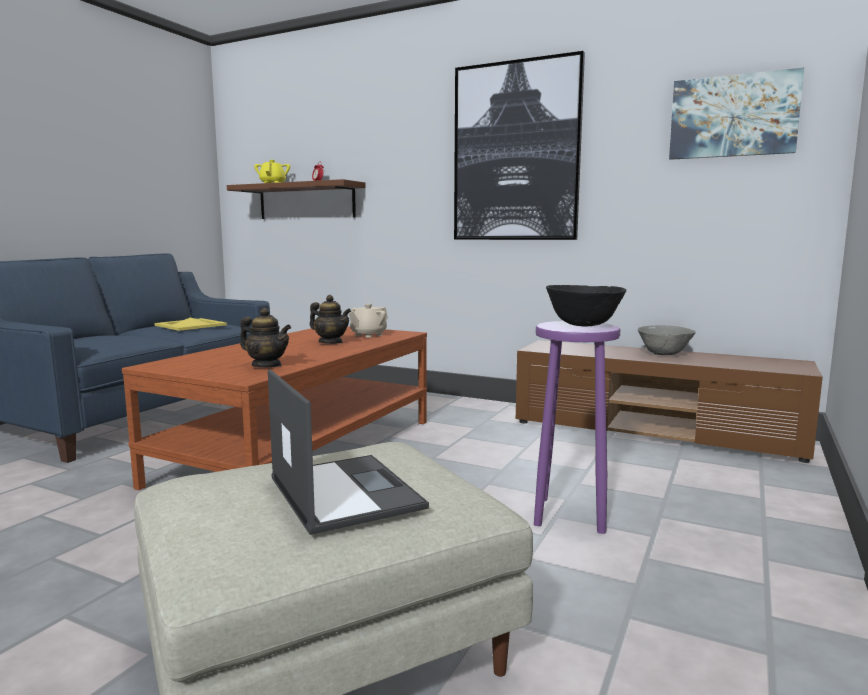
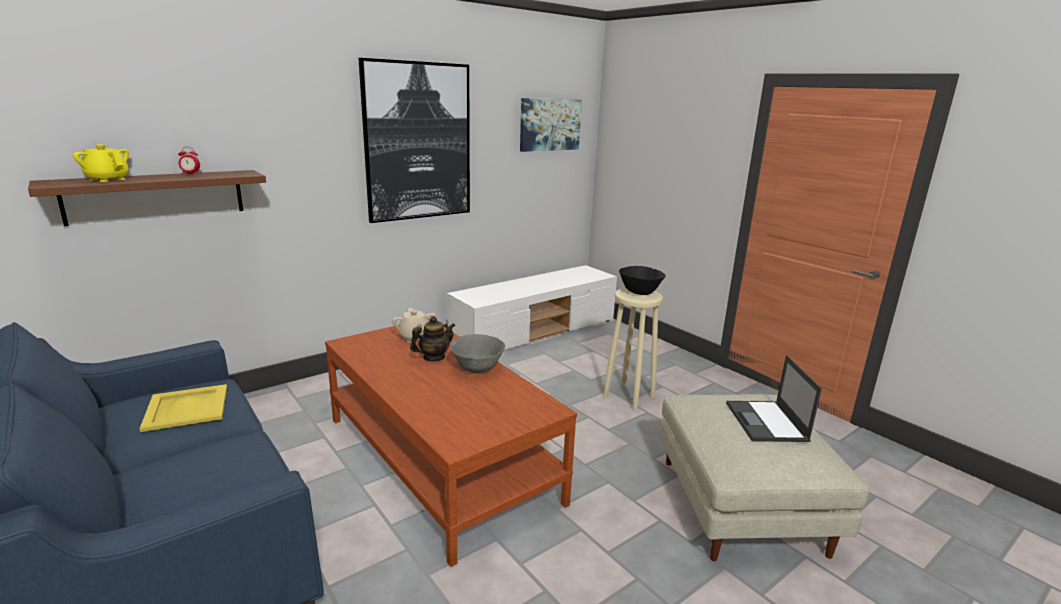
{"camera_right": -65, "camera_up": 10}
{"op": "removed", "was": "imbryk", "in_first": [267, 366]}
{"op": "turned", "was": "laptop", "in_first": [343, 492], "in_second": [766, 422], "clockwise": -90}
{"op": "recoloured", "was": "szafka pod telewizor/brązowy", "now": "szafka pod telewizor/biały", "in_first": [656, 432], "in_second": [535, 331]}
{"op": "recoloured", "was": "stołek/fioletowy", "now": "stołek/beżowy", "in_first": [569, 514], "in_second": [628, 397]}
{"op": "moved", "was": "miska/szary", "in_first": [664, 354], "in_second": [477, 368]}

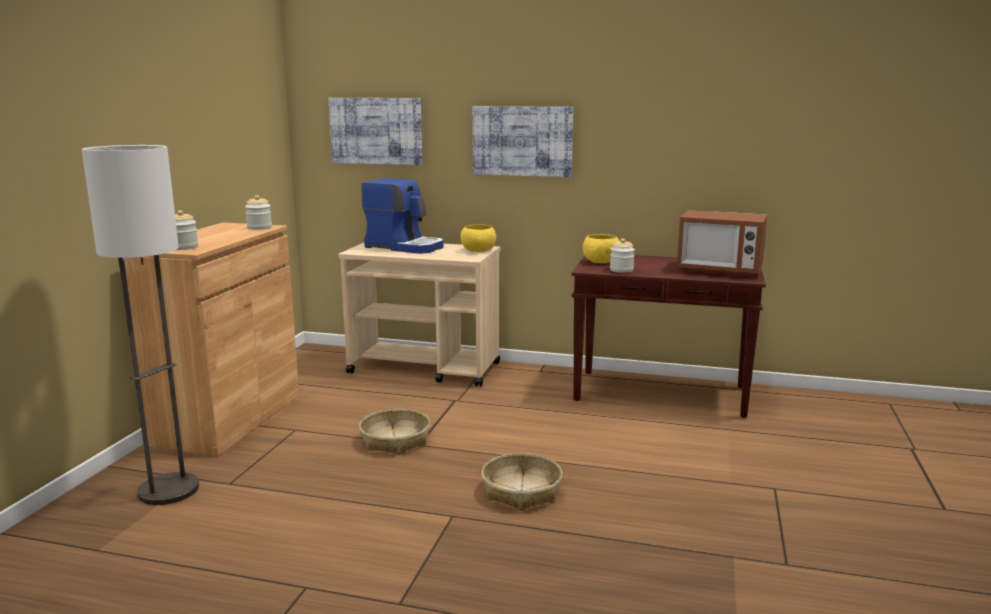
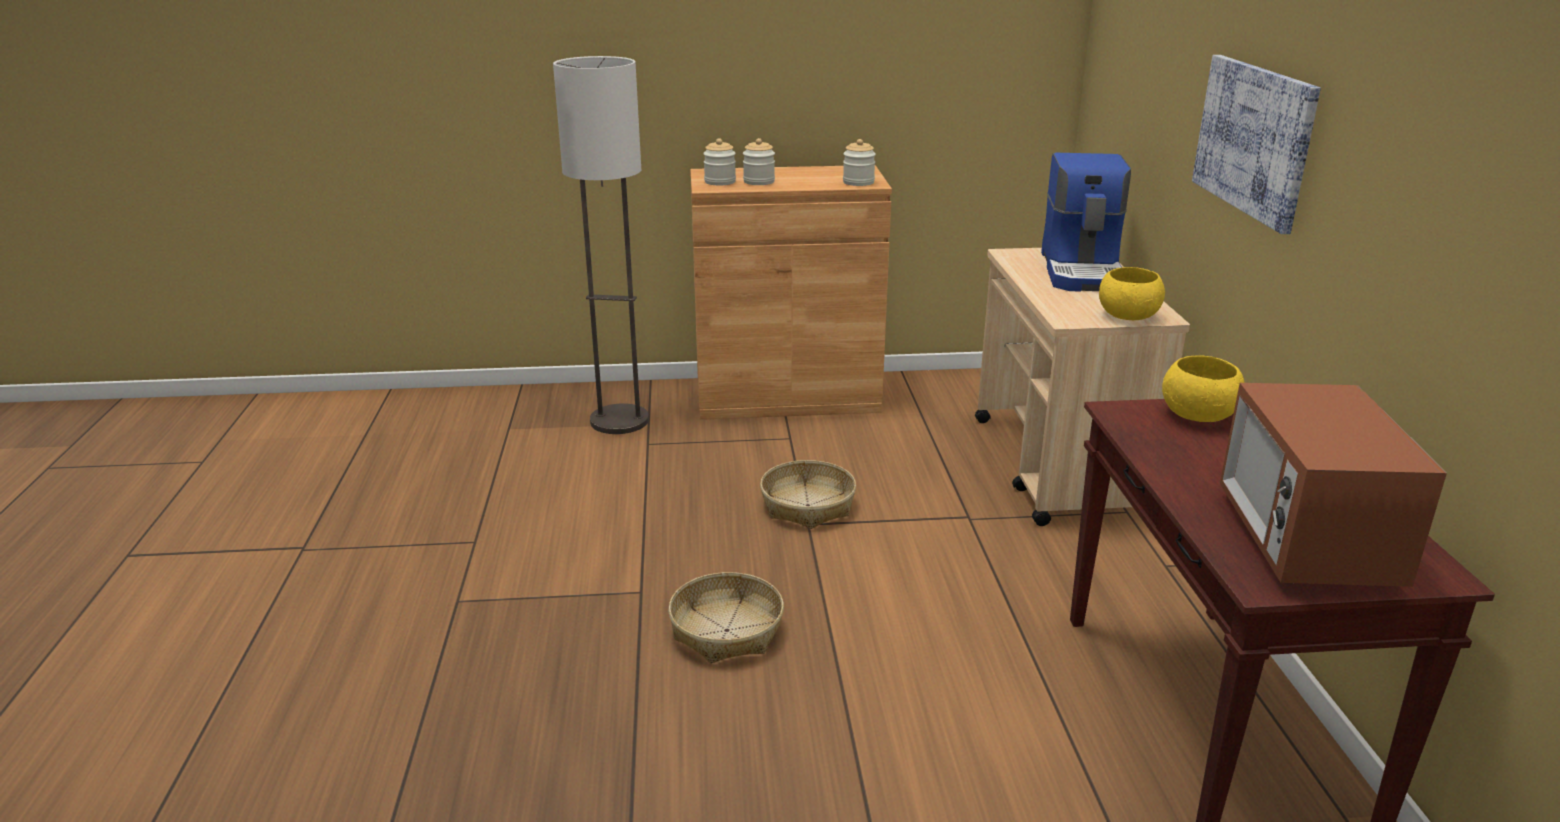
{"camera_right": 70, "camera_up": 10}
{"op": "removed", "was": "obraz", "in_first": [376, 131]}
{"op": "moved", "was": "słoik", "in_first": [621, 270], "in_second": [759, 181]}

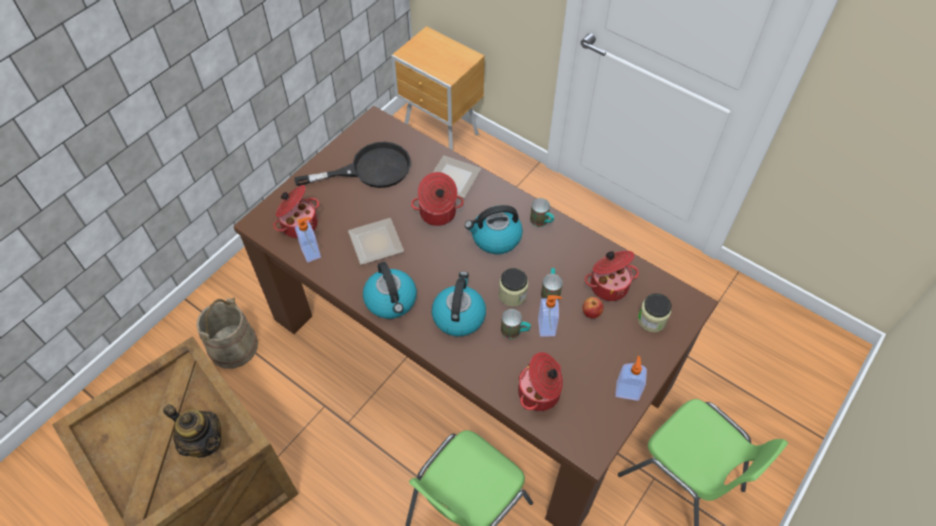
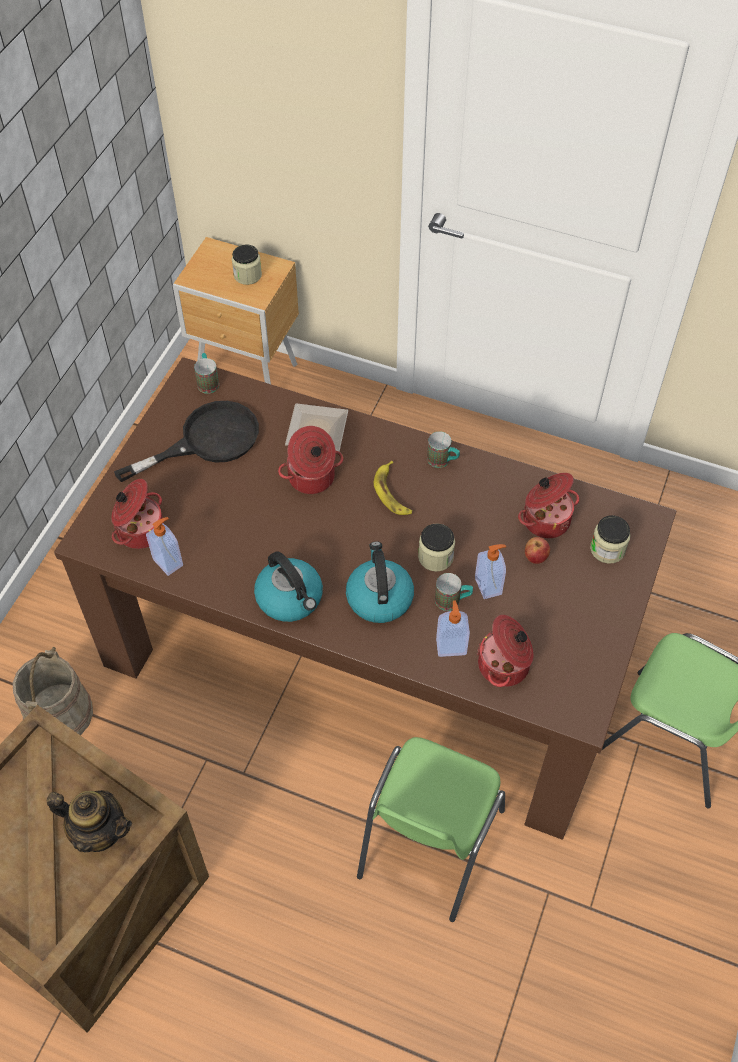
{"camera_right": -15, "camera_up": 0}
{"op": "removed", "was": "talerz", "in_first": [378, 244]}
{"op": "replaced", "was": "czajnik", "now": "banan", "in_first": [495, 238], "in_second": [392, 493]}
{"op": "moved", "was": "kubek", "in_first": [550, 291], "in_second": [208, 381]}
{"op": "moved", "was": "dozownik mydła", "in_first": [627, 390], "in_second": [451, 646]}
{"op": "added", "now": "słoik", "in_second": [247, 275]}

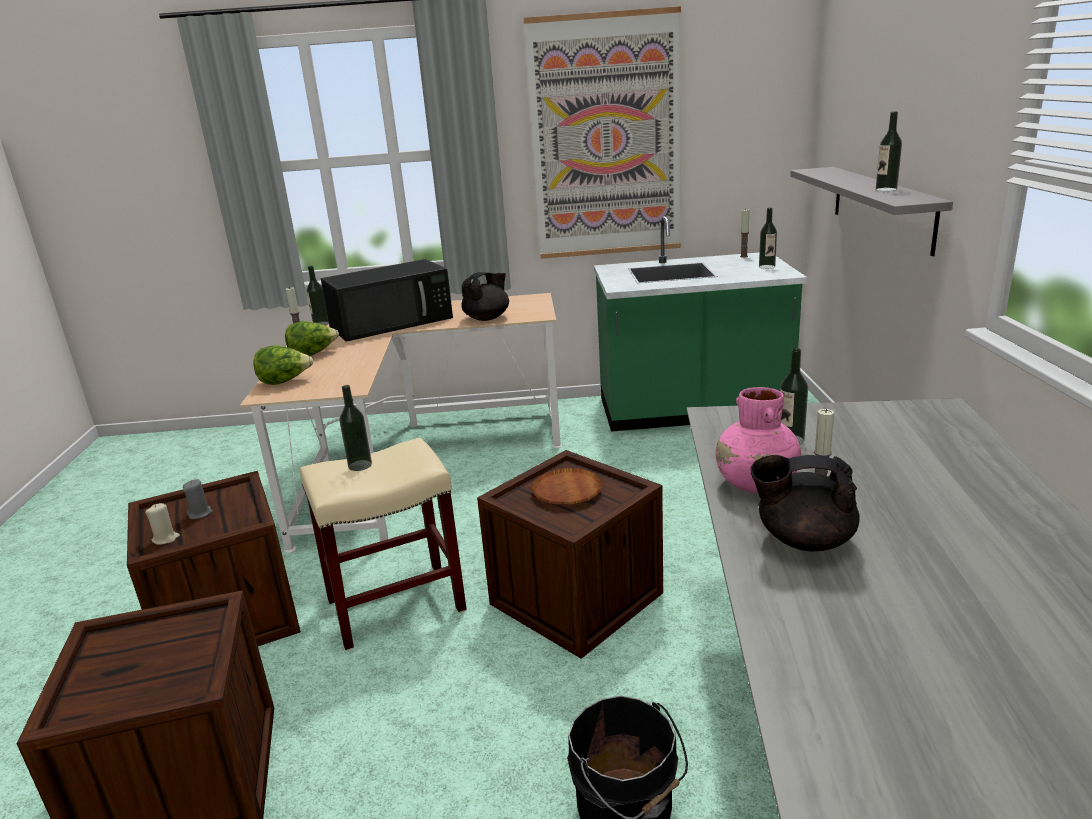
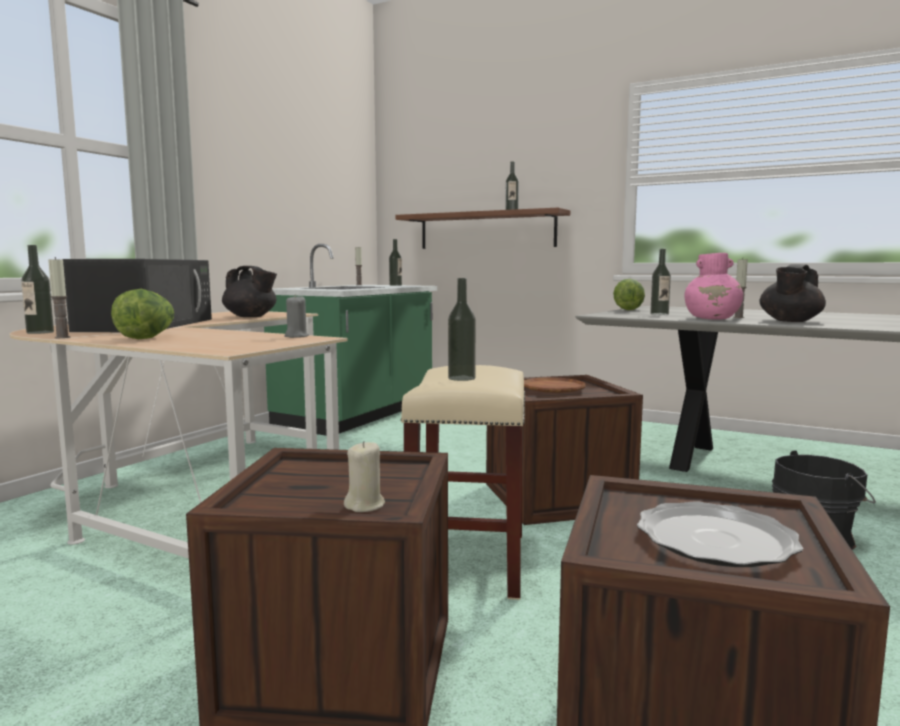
{"camera_right": -60, "camera_up": -15}
{"op": "moved", "was": "świeca/szary", "in_first": [200, 513], "in_second": [296, 336]}
{"op": "moved", "was": "sałata", "in_first": [285, 382], "in_second": [628, 310]}
{"op": "turned", "was": "imbryk/czarny", "in_first": [487, 318], "in_second": [251, 317], "clockwise": 135}
{"op": "removed", "was": "obraz", "in_first": [606, 139]}
{"op": "recoloured", "was": "półka/szary", "now": "półka/brązowy", "in_first": [881, 207], "in_second": [486, 230]}
{"op": "added", "now": "talerz", "in_second": [716, 540]}

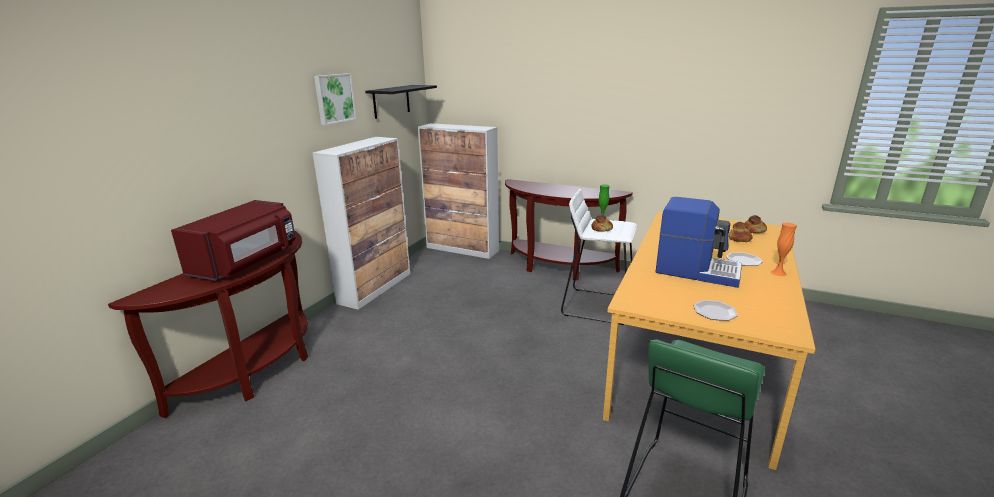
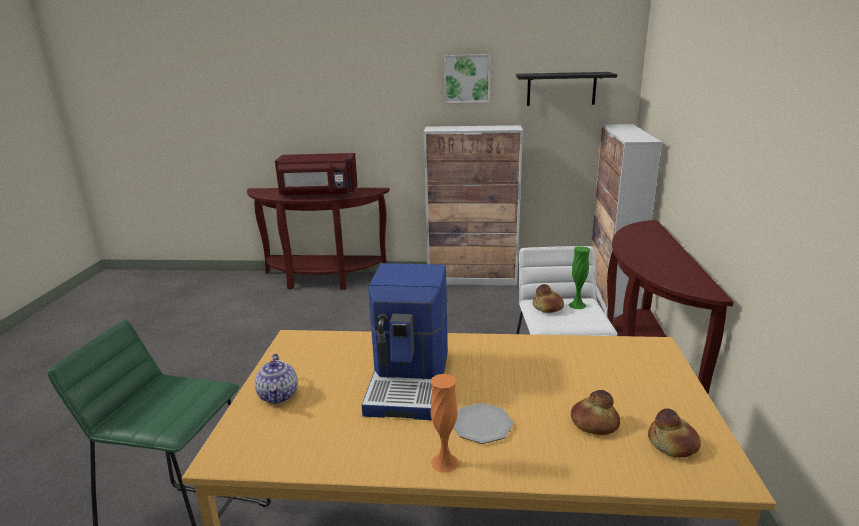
{"camera_right": 70, "camera_up": 0}
{"op": "replaced", "was": "talerz", "now": "imbryk", "in_first": [714, 312], "in_second": [279, 395]}

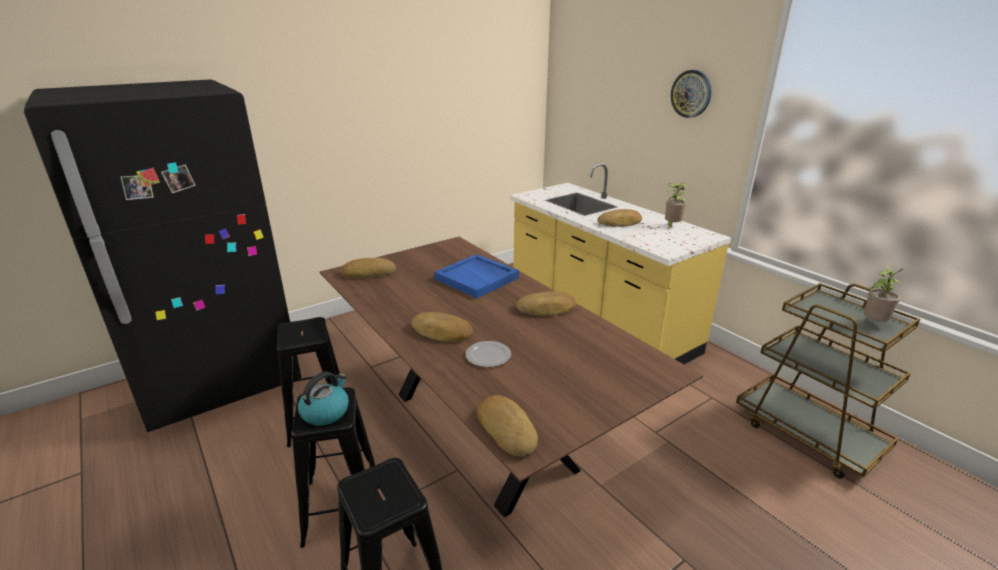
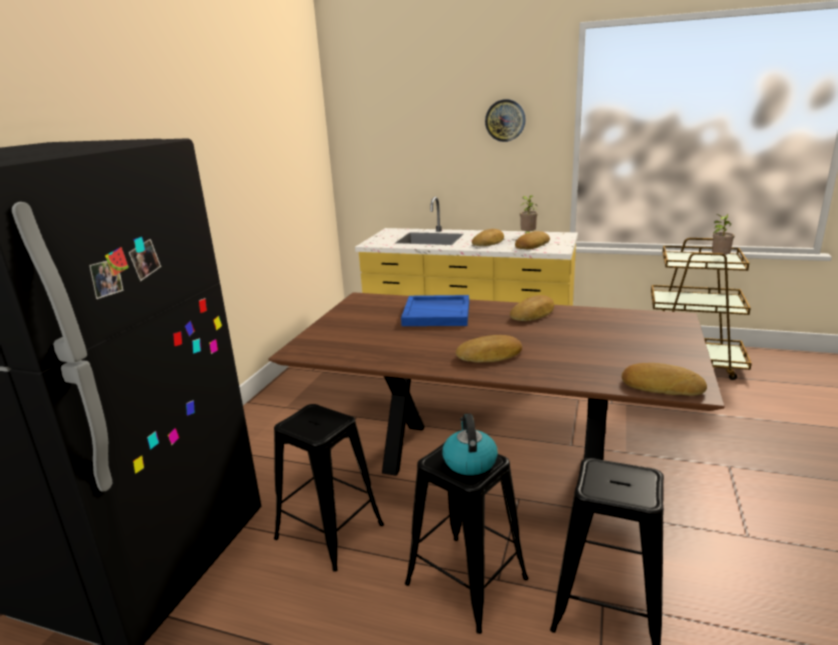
{"camera_right": -35, "camera_up": -5}
{"op": "moved", "was": "chleb", "in_first": [368, 272], "in_second": [531, 245]}
{"op": "removed", "was": "talerz", "in_first": [487, 356]}

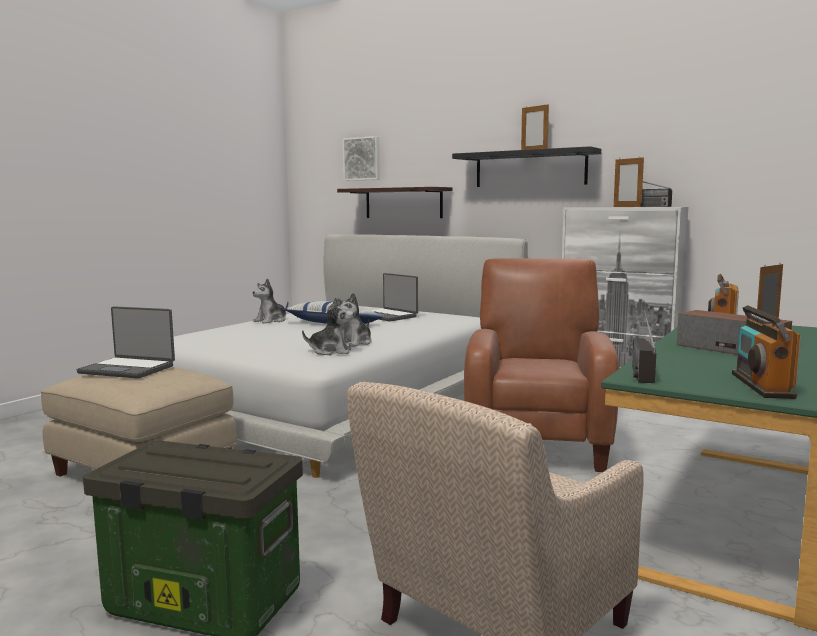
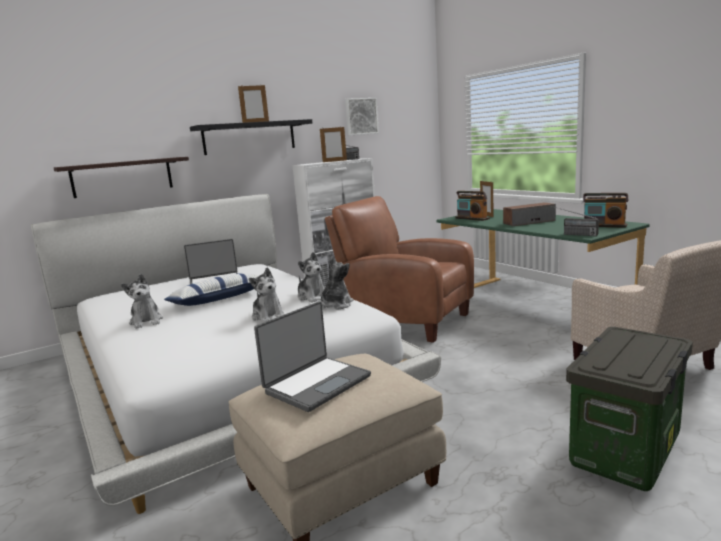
{"camera_right": -65, "camera_up": 5}
{"op": "moved", "was": "obraz", "in_first": [362, 159], "in_second": [361, 116]}
{"op": "added", "now": "pluszak", "in_second": [268, 316]}

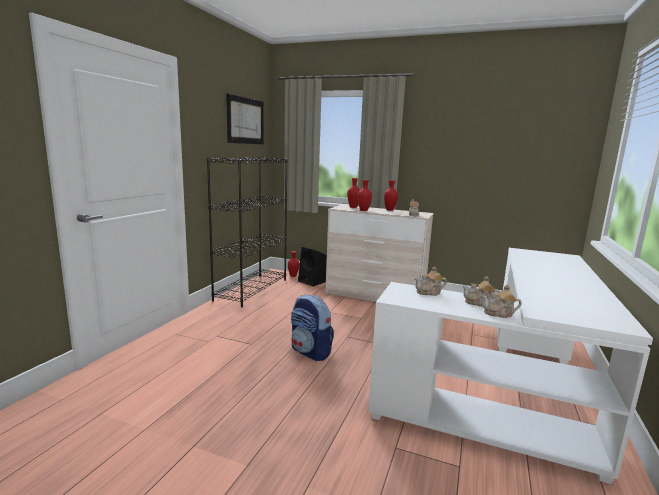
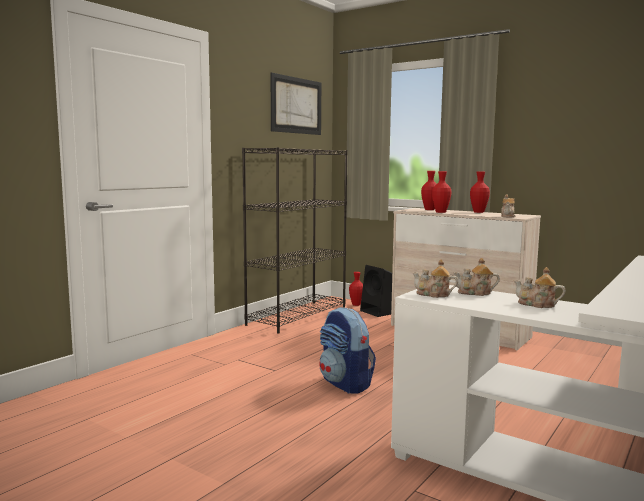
{"camera_right": 15, "camera_up": -5}
{"op": "moved", "was": "imbryk", "in_first": [499, 314], "in_second": [433, 294]}

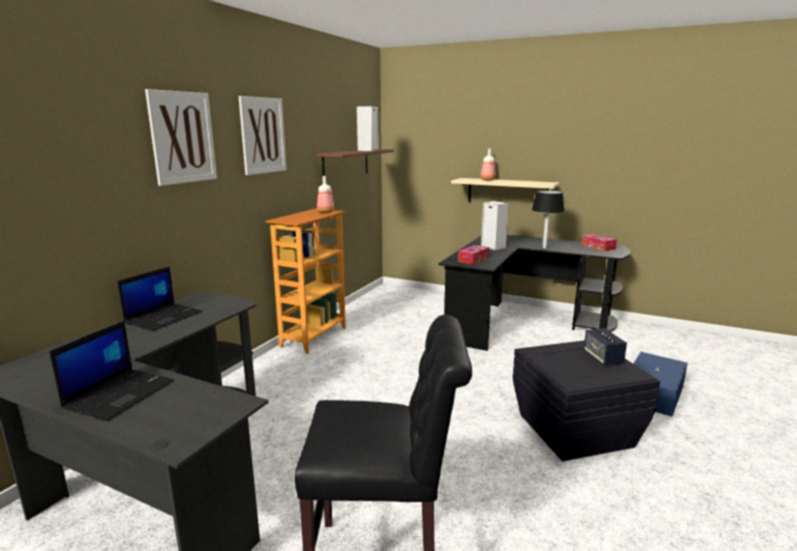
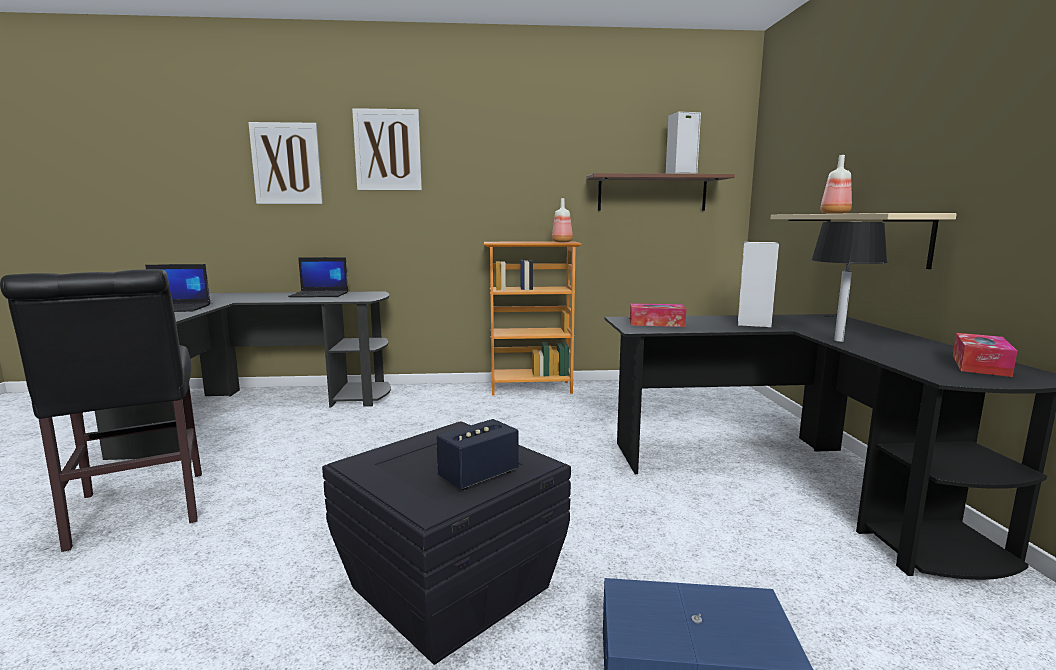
{"camera_right": 60, "camera_up": -5}
{"op": "moved", "was": "obraz", "in_first": [263, 135], "in_second": [286, 164]}

